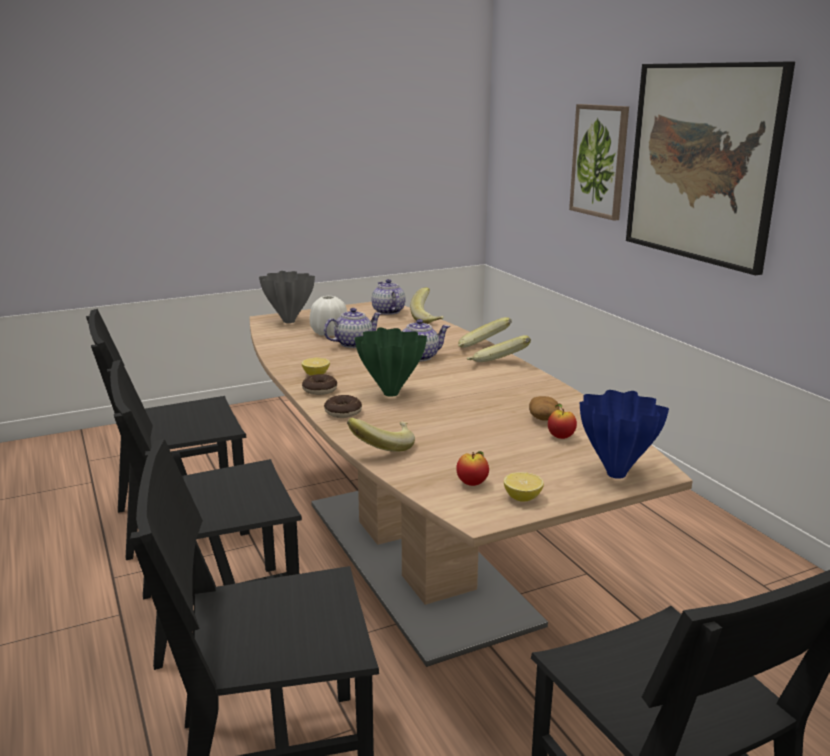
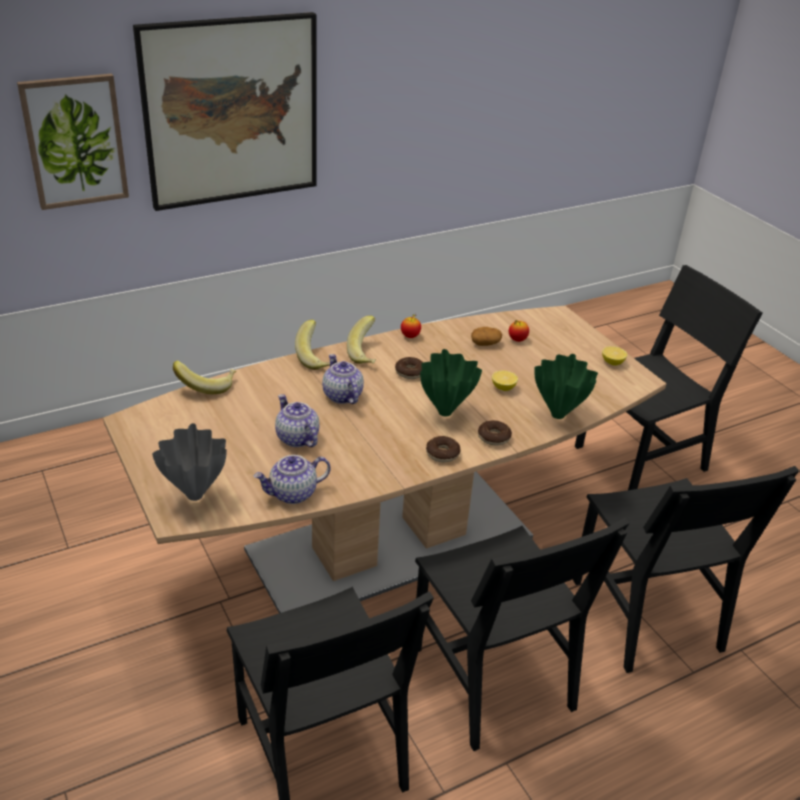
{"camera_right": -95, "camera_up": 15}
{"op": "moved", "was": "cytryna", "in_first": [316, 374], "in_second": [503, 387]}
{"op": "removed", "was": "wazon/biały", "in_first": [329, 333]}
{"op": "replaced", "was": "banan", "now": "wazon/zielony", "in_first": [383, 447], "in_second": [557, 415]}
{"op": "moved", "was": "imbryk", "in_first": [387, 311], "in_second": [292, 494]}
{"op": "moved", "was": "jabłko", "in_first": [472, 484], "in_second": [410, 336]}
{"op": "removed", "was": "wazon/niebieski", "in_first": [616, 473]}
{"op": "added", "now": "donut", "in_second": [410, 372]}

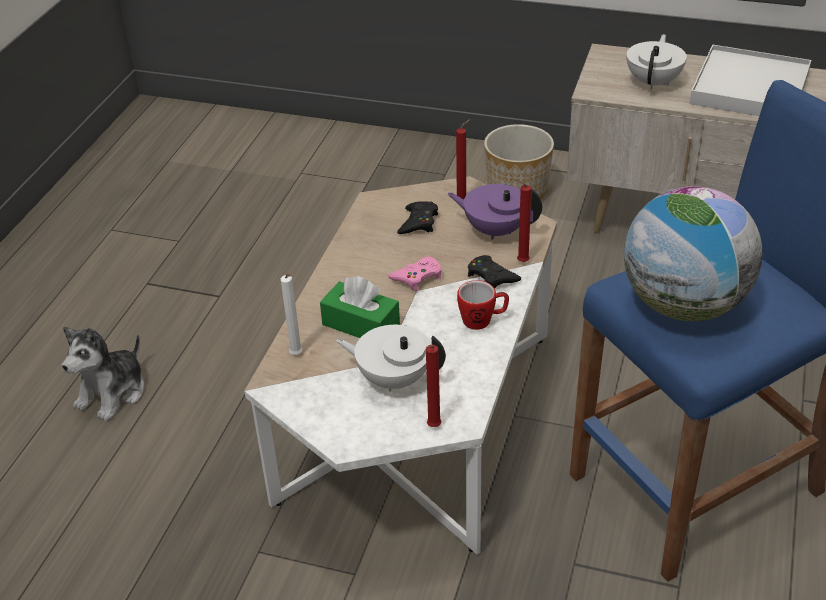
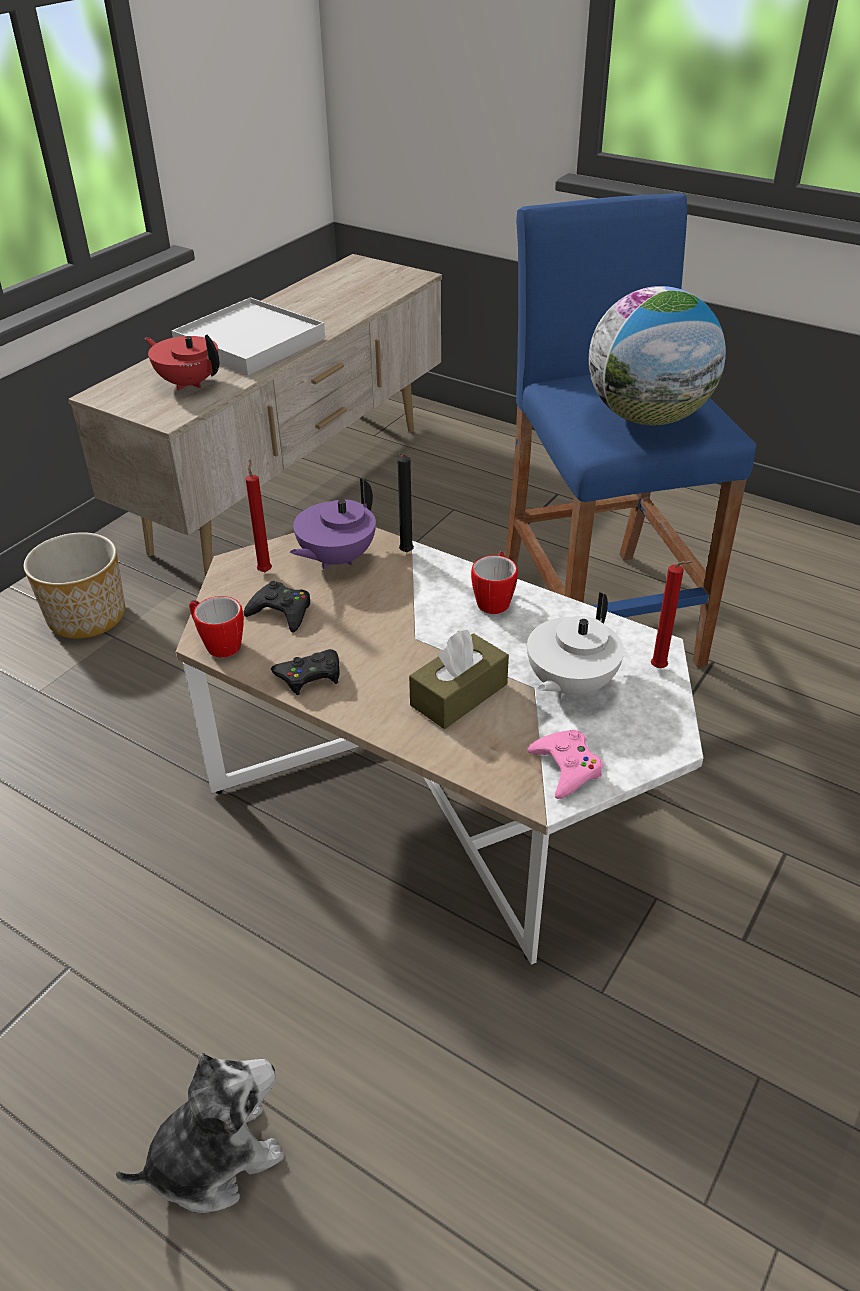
{"camera_right": -75, "camera_up": 0}
{"op": "turned", "was": "pluszak", "in_first": [113, 393], "in_second": [214, 1156], "clockwise": -75}
{"op": "removed", "was": "świeca/biały", "in_first": [297, 356]}
{"op": "recoloured", "was": "pudełko chusteczek/zielony", "now": "pudełko chusteczek/brązowy", "in_first": [361, 324], "in_second": [459, 695]}
{"op": "moved", "was": "pad do gier/różowy", "in_first": [418, 277], "in_second": [566, 768]}
{"op": "moved", "was": "pad do gier/czarny", "in_first": [491, 277], "in_second": [309, 676]}
{"op": "recoloured", "was": "świeca/czerwony", "now": "świeca/czarny", "in_first": [521, 262], "in_second": [405, 553]}
{"op": "recoloured", "was": "imbryk/biały", "now": "imbryk/czerwony", "in_first": [654, 82], "in_second": [188, 383]}
{"op": "added", "now": "kubek", "in_second": [218, 644]}

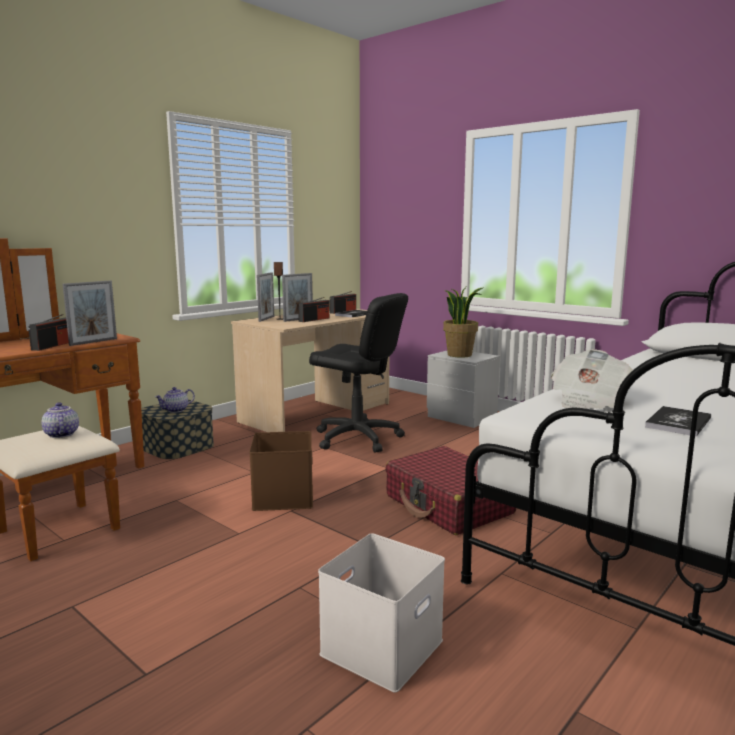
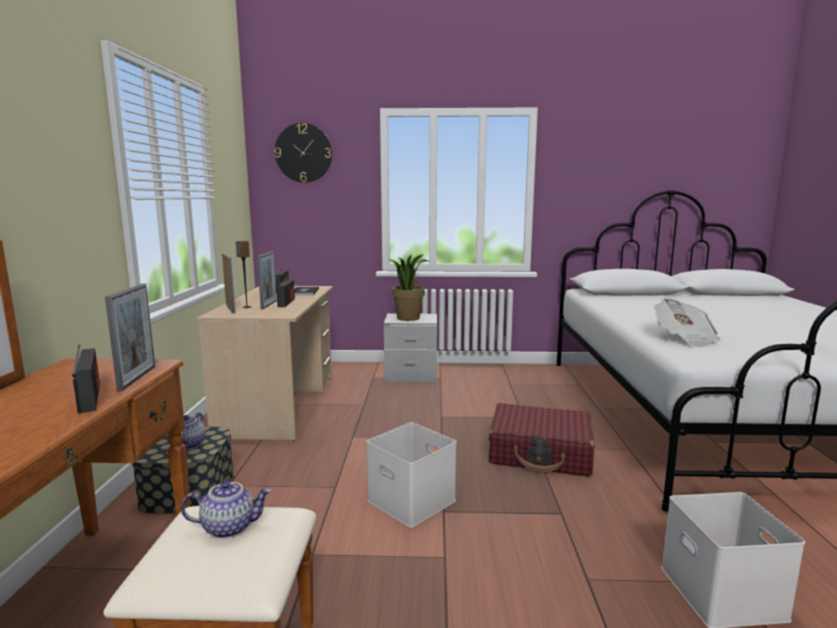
{"camera_right": -40, "camera_up": 0}
{"op": "turned", "was": "imbryk", "in_first": [60, 434], "in_second": [229, 527], "clockwise": 150}
{"op": "recoloured", "was": "pojemnik do przechowywania/brązowy", "now": "pojemnik do przechowywania/biały", "in_first": [284, 497], "in_second": [413, 500]}
{"op": "removed", "was": "krzesło biurowe/czarny", "in_first": [357, 438]}
{"op": "removed", "was": "książka", "in_first": [678, 423]}
{"op": "added", "now": "zegar ścienny", "in_second": [303, 153]}

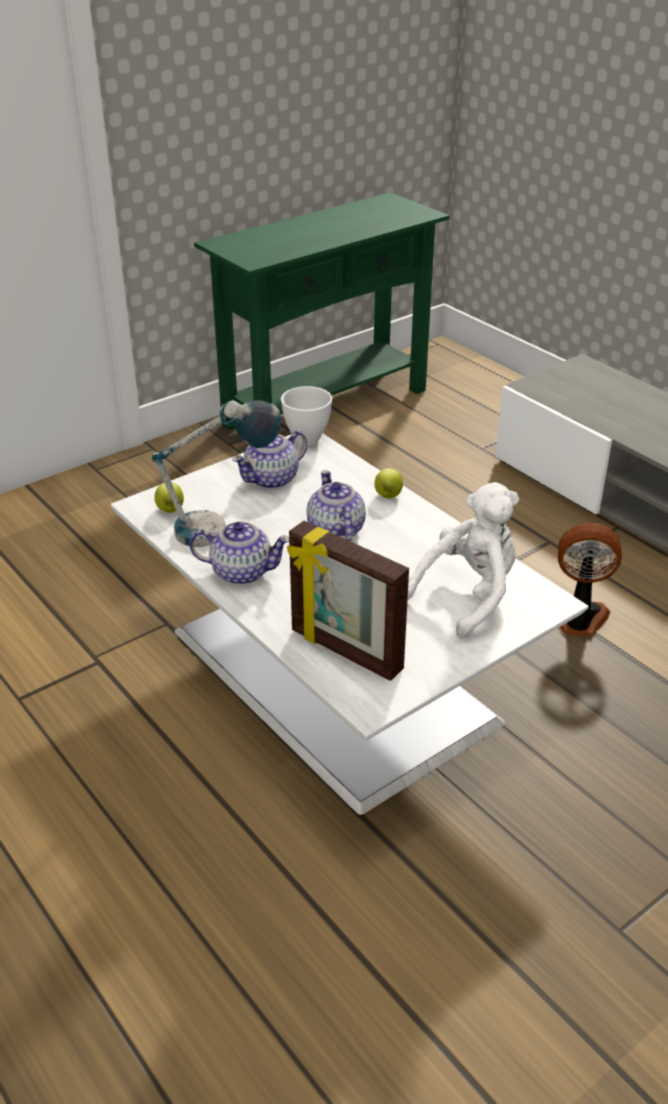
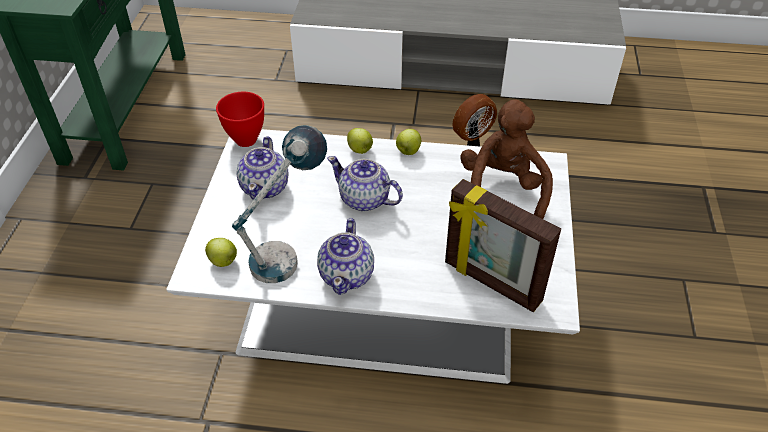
{"camera_right": -45, "camera_up": 10}
{"op": "turned", "was": "imbryk", "in_first": [241, 572], "in_second": [347, 274], "clockwise": 135}
{"op": "recoloured", "was": "miska/biały", "now": "miska/czerwony", "in_first": [308, 439], "in_second": [246, 139]}
{"op": "turned", "was": "ramka na zdjęcie", "in_first": [345, 651], "in_second": [491, 283], "clockwise": 45}
{"op": "recoloured", "was": "pluszak/biały", "now": "pluszak/brązowy", "in_first": [468, 595], "in_second": [502, 191]}
{"op": "added", "now": "jabłko", "in_second": [408, 151]}

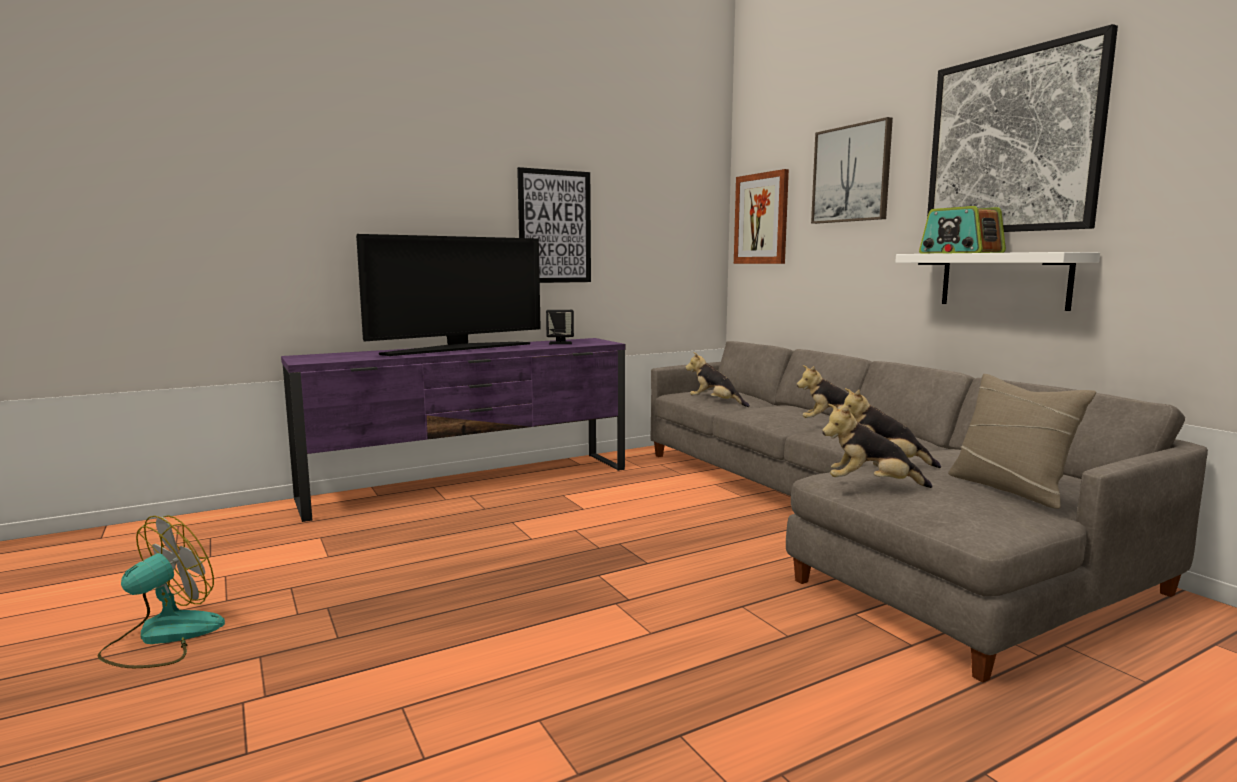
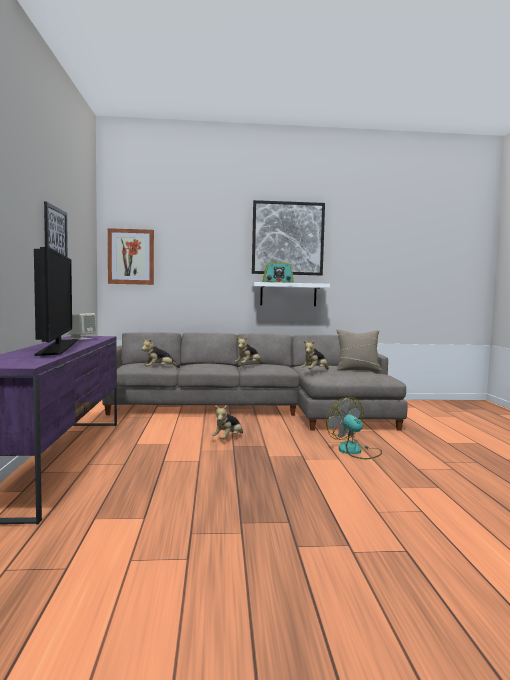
{"camera_right": -65, "camera_up": -5}
{"op": "moved", "was": "wentylator", "in_first": [163, 637], "in_second": [355, 451]}
{"op": "recoloured", "was": "głośnik/czarny", "now": "głośnik/beżowy", "in_first": [560, 343], "in_second": [81, 339]}
{"op": "removed", "was": "obraz", "in_first": [851, 174]}
{"op": "moved", "was": "pluszak", "in_first": [871, 486], "in_second": [228, 439]}

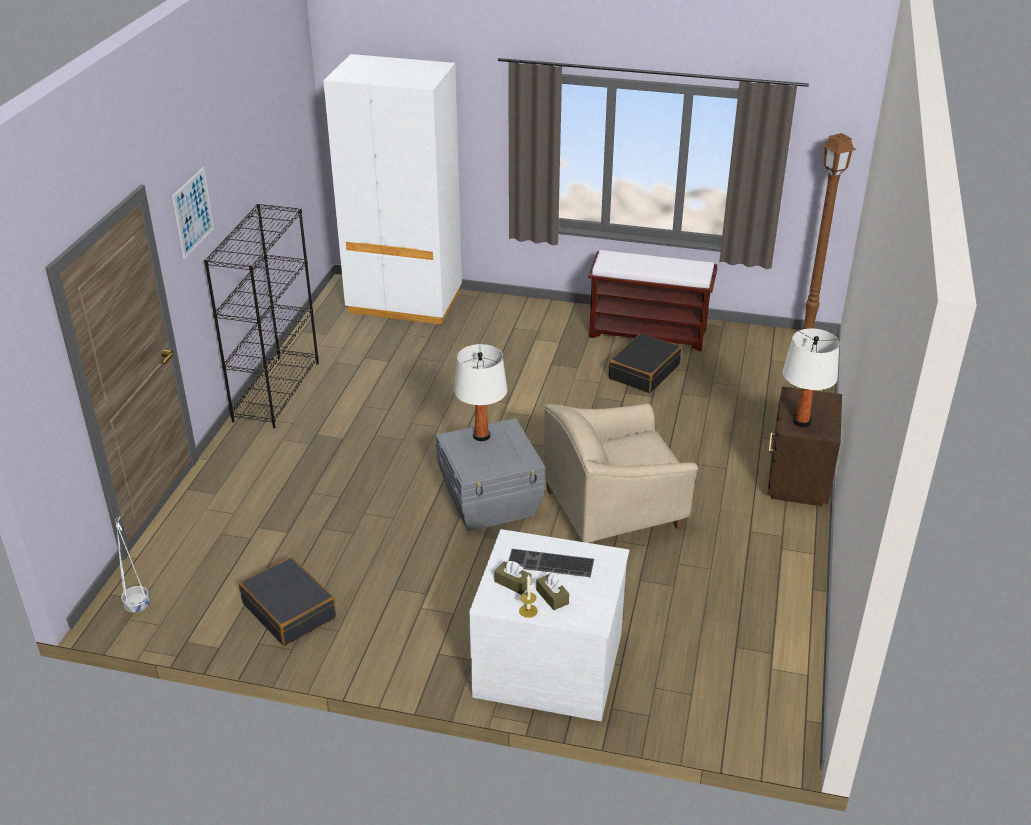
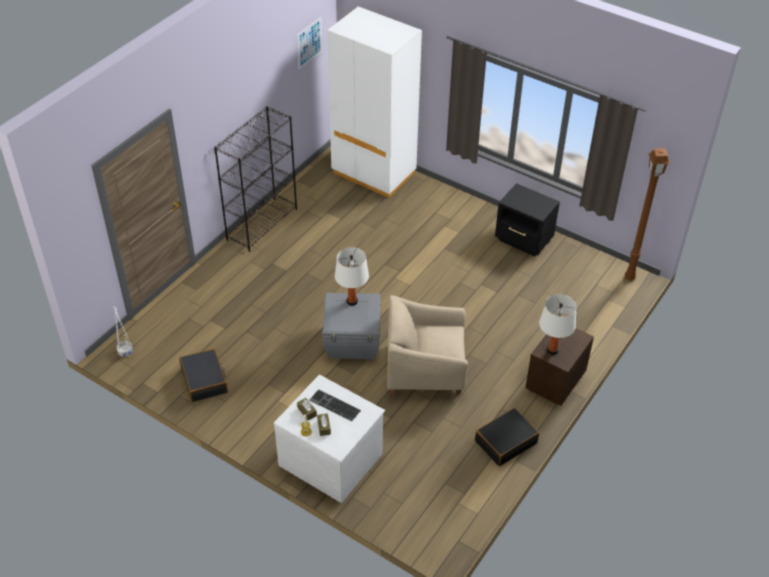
{"camera_right": 20, "camera_up": 10}
{"op": "moved", "was": "obraz", "in_first": [193, 212], "in_second": [309, 42]}
{"op": "replaced", "was": "ławka/brązowy", "now": "szafka nocna/czarny", "in_first": [649, 333], "in_second": [524, 240]}
{"op": "moved", "was": "walizka/czarny", "in_first": [643, 372], "in_second": [505, 442]}

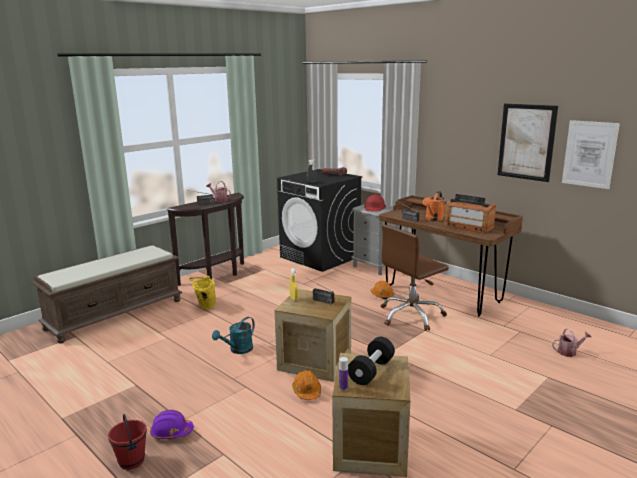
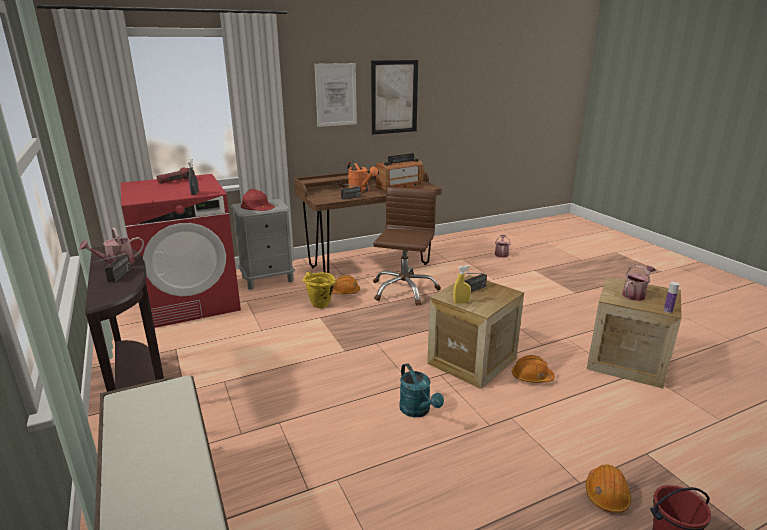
{"camera_right": -70, "camera_up": 5}
{"op": "recoloured", "was": "kask/fioletowy", "now": "kask/pomarańczowy", "in_first": [171, 432], "in_second": [606, 495]}
{"op": "moved", "was": "wiadro/żółty", "in_first": [204, 307], "in_second": [319, 306]}
{"op": "recoloured", "was": "pralka/czarny", "now": "pralka/czerwony", "in_first": [320, 257], "in_second": [191, 302]}
{"op": "replaced", "was": "hantel/czarny", "now": "konewka", "in_first": [371, 371], "in_second": [635, 294]}
{"op": "turned", "was": "krzesło biurowe/brązowy", "in_first": [411, 316], "in_second": [403, 290], "clockwise": -150}
{"op": "moved", "was": "obraz", "in_first": [589, 154], "in_second": [336, 95]}

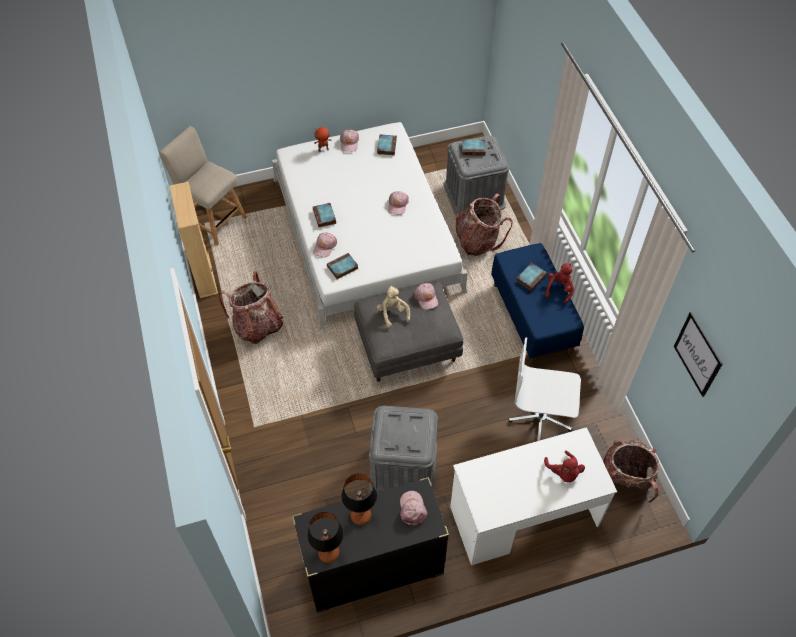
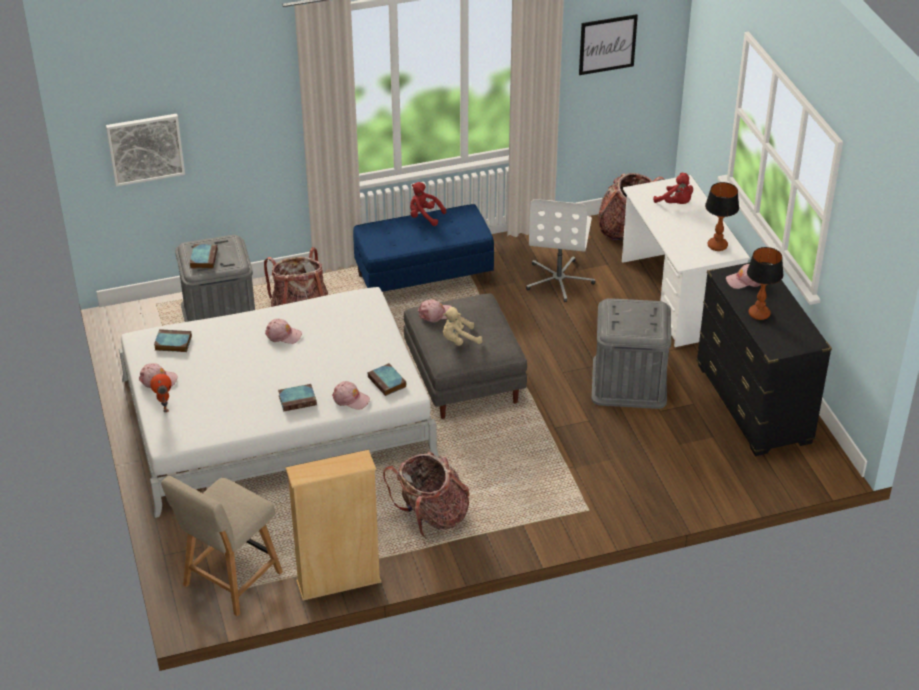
{"camera_right": -90, "camera_up": -15}
{"op": "moved", "was": "lampa stołowa", "in_first": [329, 553], "in_second": [717, 245]}
{"op": "removed", "was": "książka", "in_first": [531, 278]}
{"op": "turned", "was": "pluszak/czerwony", "in_first": [563, 472], "in_second": [676, 203], "clockwise": 60}
{"op": "added", "now": "obraz", "in_second": [145, 148]}

